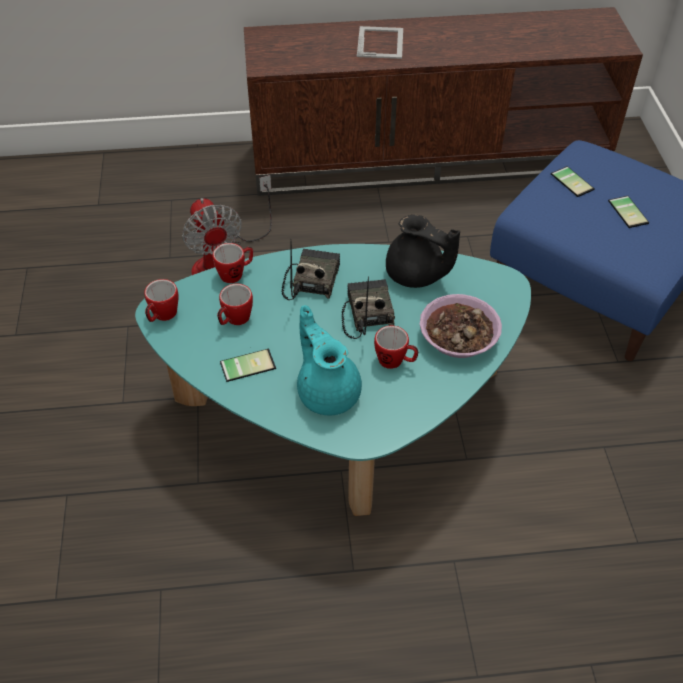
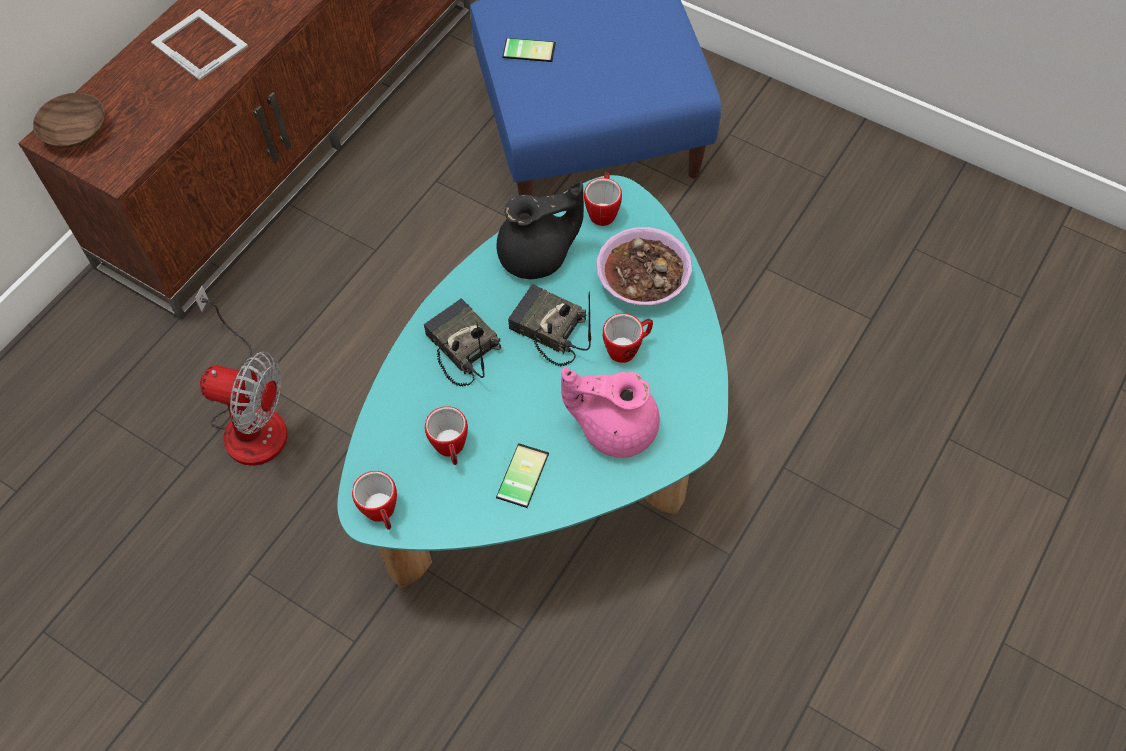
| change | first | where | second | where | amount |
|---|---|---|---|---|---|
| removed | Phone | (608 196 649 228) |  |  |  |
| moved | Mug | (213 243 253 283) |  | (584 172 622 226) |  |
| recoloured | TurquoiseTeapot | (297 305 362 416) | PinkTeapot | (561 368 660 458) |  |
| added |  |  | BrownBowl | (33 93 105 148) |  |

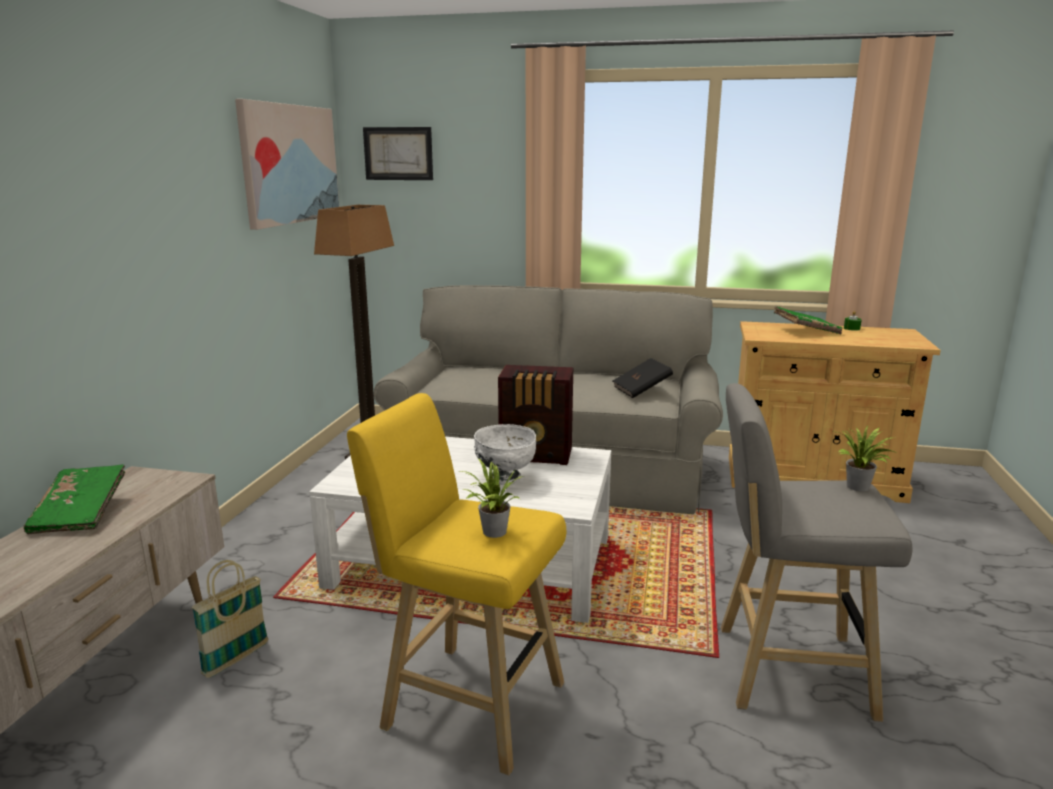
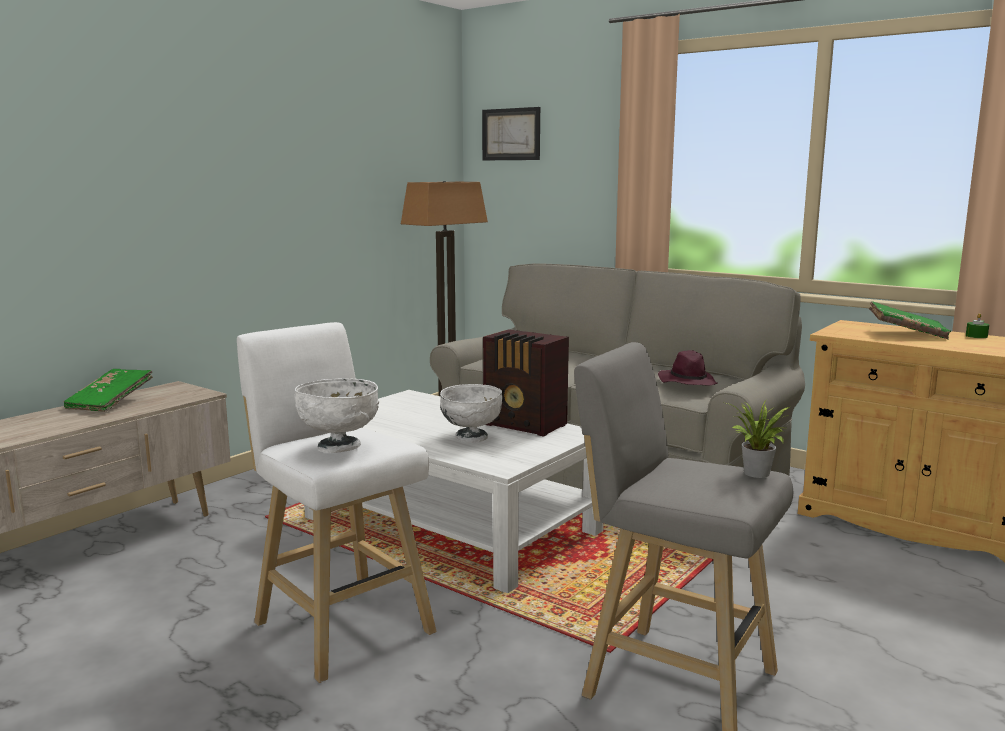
| change | first | where | second | where | amount |
|---|---|---|---|---|---|
| removed | Picture | (235 99 339 230) |  |  |  |
| replaced | BlackBook | (613 358 673 398) | PurpleHat | (658 350 718 385) |  |
| recoloured | YellowStool | (347 393 566 775) | WhiteStool | (237 322 436 683) |  |
| replaced | PottedPlant | (461 458 524 538) | WhiteBowl | (294 378 379 453) |  |
| removed | Basket | (191 560 268 678) |  |  |  |

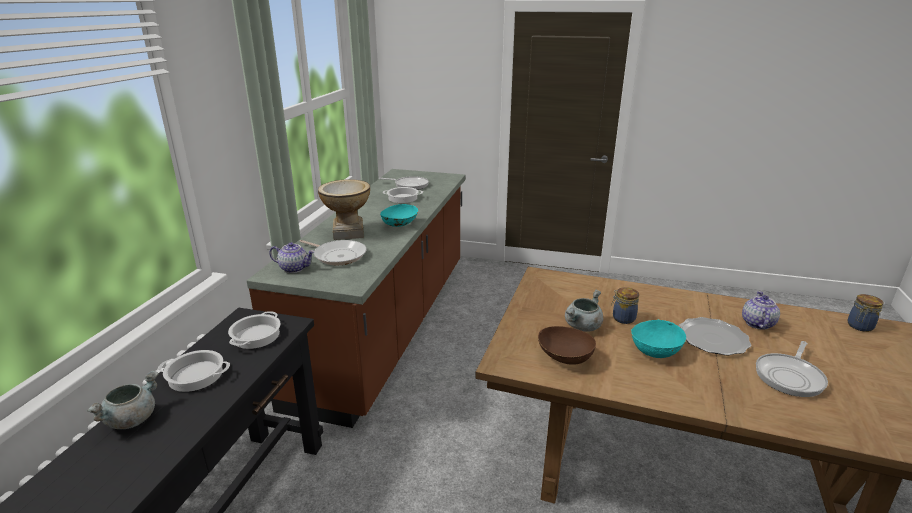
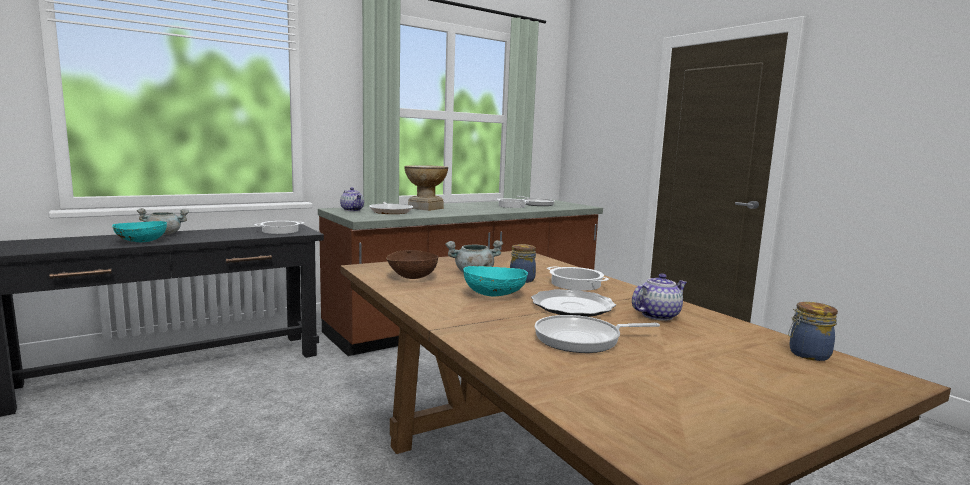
| change | first | where | second | where | amount |
|---|---|---|---|---|---|
| moved | TurquoiseBowl | (380 204 418 227) |  | (112 221 167 242) |  |
| moved | CookingPot | (158 350 230 392) |  | (547 266 609 291) |  |

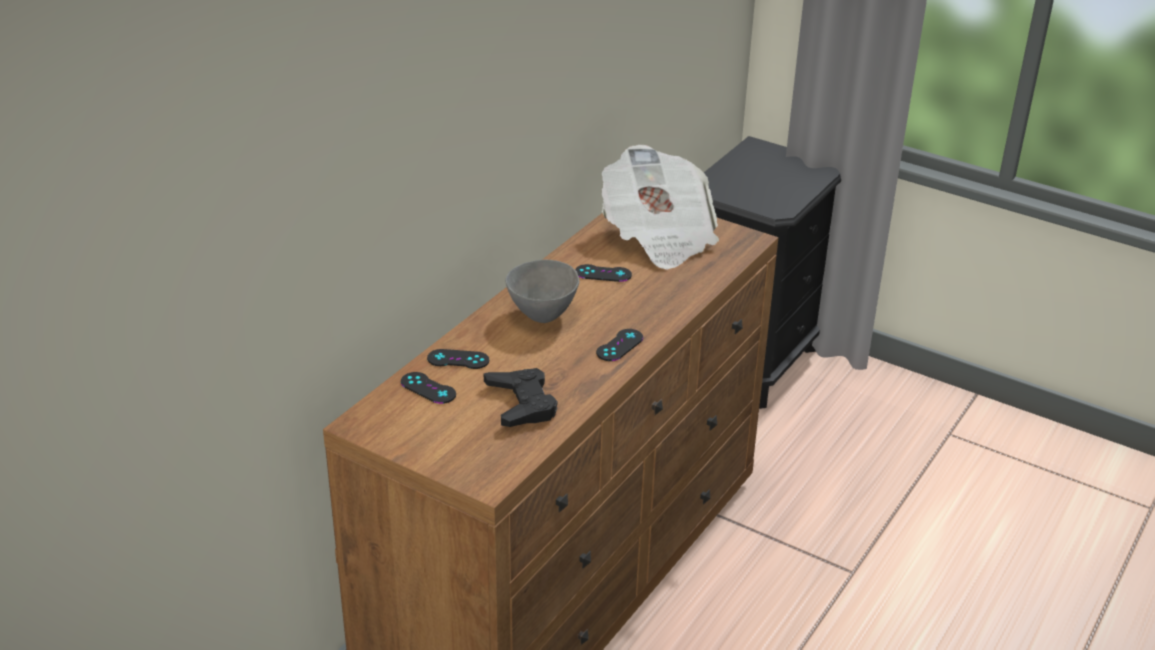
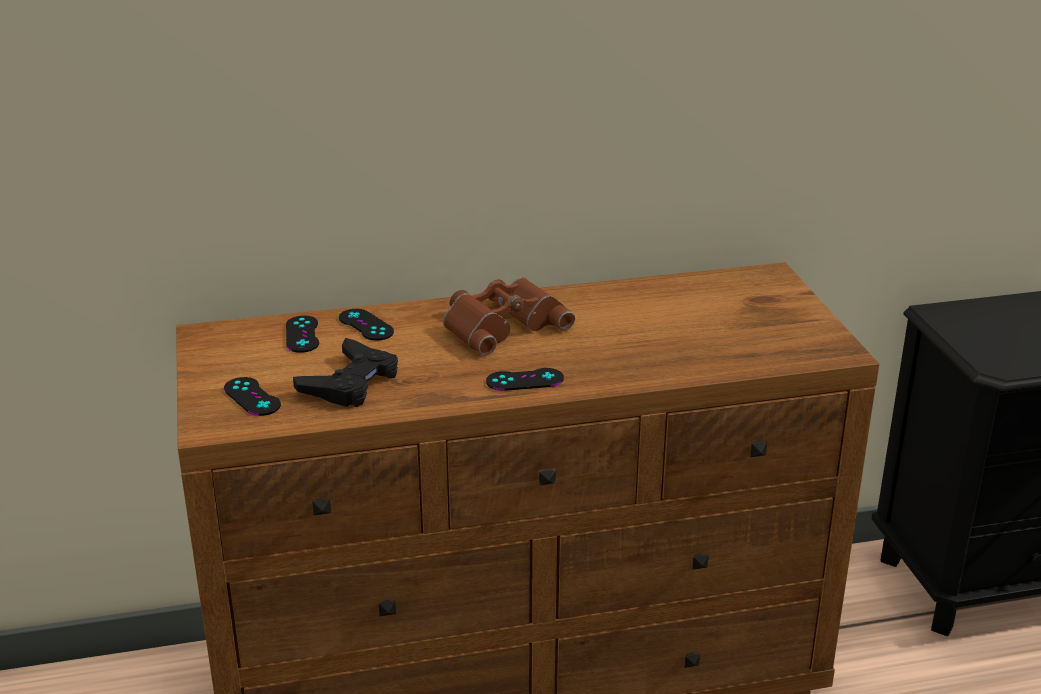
| change | first | where | second | where | amount |
|---|---|---|---|---|---|
| removed | Newspaper | (602 145 719 270) |  |  |  |
| replaced | GreyBowl | (505 260 579 323) | BrownBinoculars | (443 277 575 355) |  |
| moved | BlackGameController | (575 264 632 282) |  | (224 377 281 416) |  |

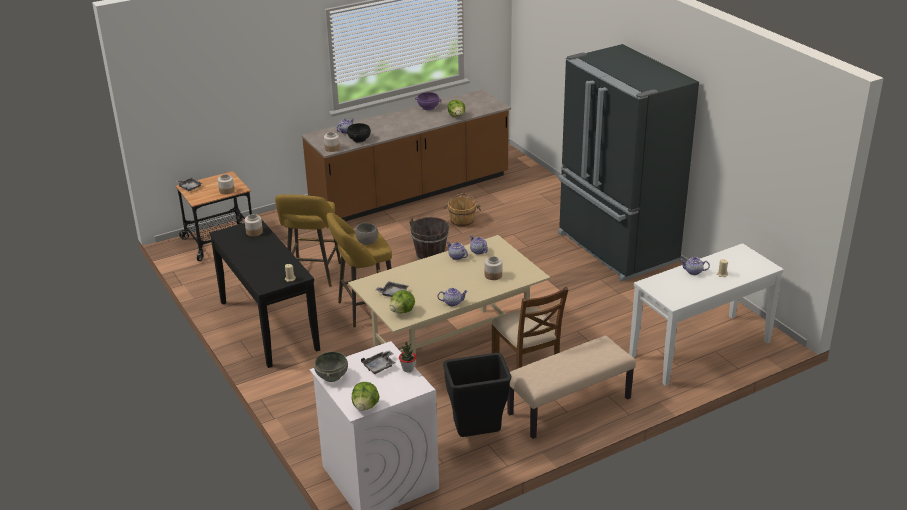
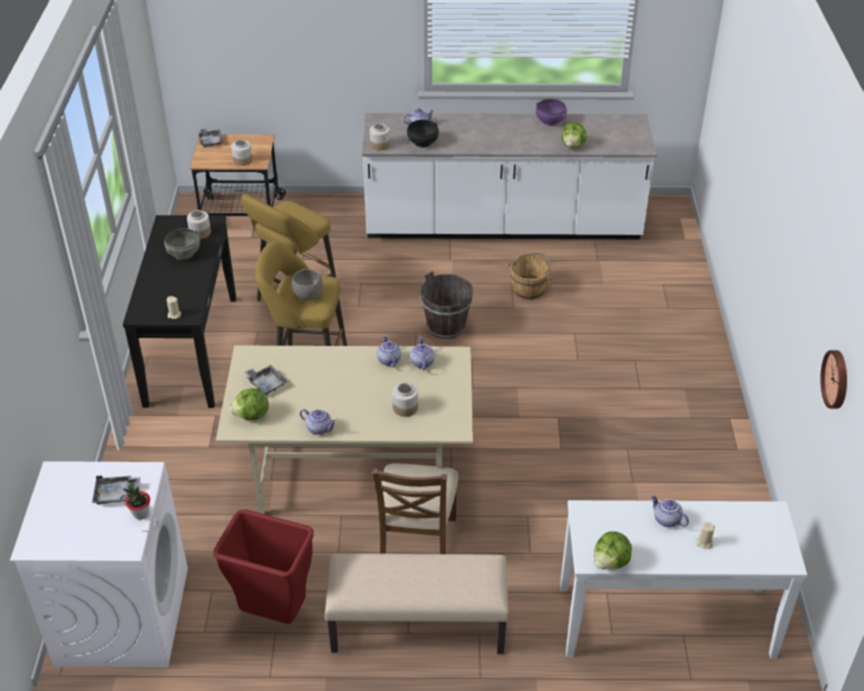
| change | first | where | second | where | amount |
|---|---|---|---|---|---|
| removed | BlackFridge | (558 44 699 281) |  |  |  |
| recoloured | BrownCounter | (301 90 511 222) | WhiteCounter | (362 113 657 239) |  |
| moved | GreyBowl | (314 352 348 382) |  | (164 228 200 260) |  |
| recoloured | BlackTrashCan | (443 353 511 437) | RedTrashCan | (213 509 314 624) |  |
| moved | Lettuce | (352 382 379 411) |  | (594 531 632 570) |  |
| added |  |  | WallClock | (821 350 847 409) |  |

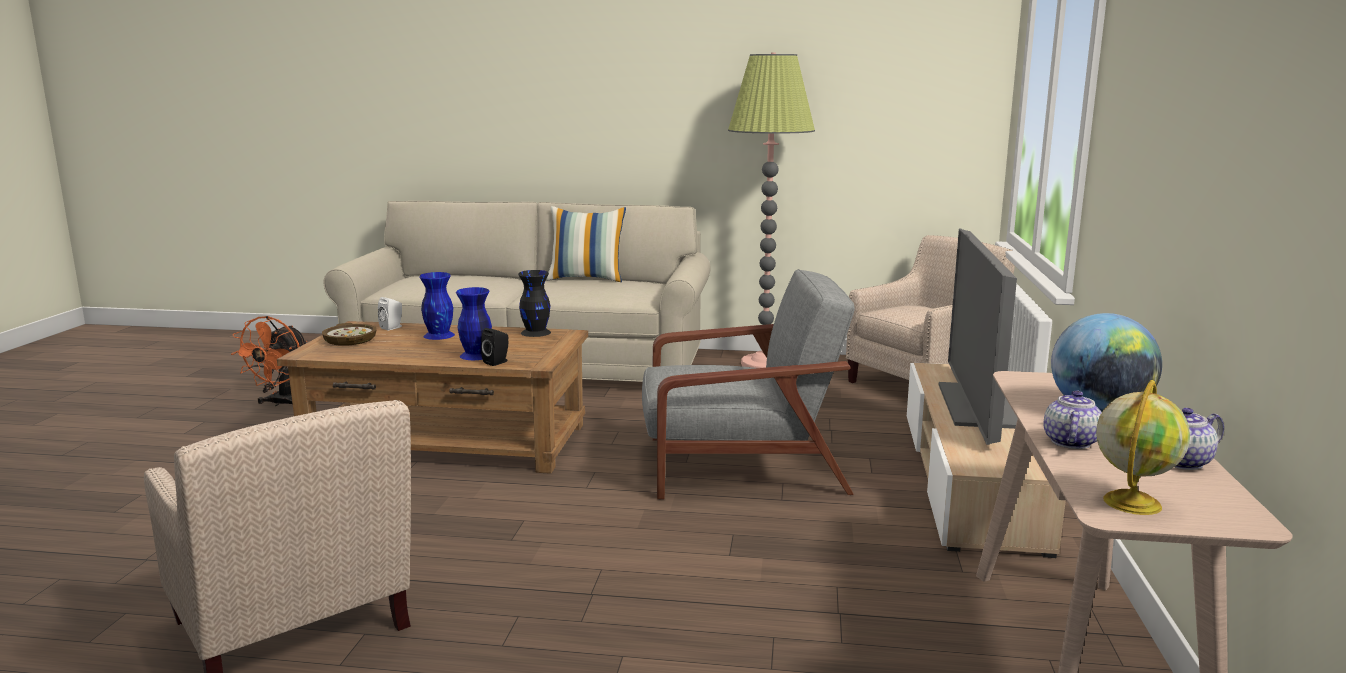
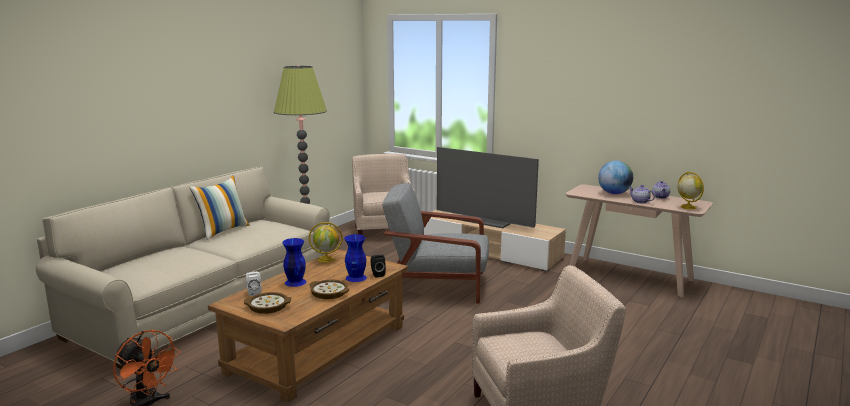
| change | first | where | second | where | amount |
|---|---|---|---|---|---|
| turned | GreyArmchair | (642 269 855 500) |  | (382 183 489 304) | 105 degrees counterclockwise |
| replaced | BlackVase | (518 270 551 337) | Globe | (309 222 343 263) |  |
| added |  |  | Bowl | (309 280 349 299) |  |

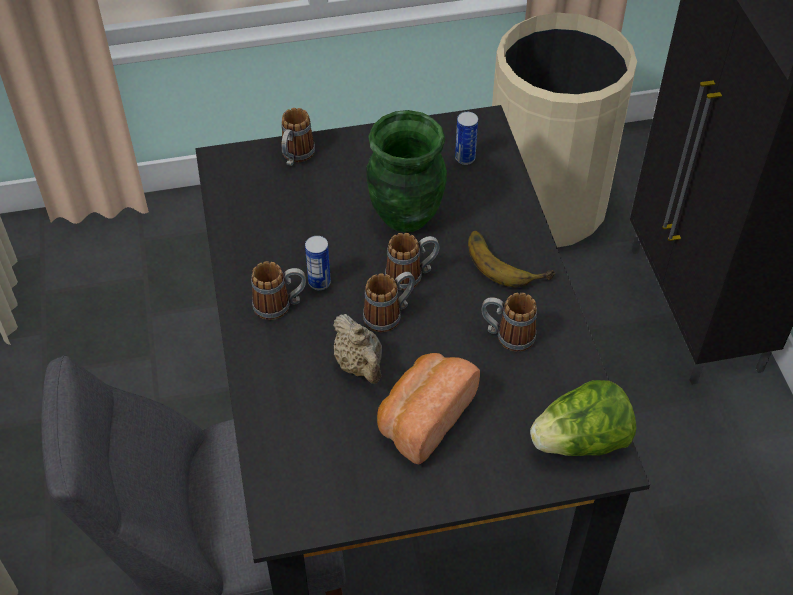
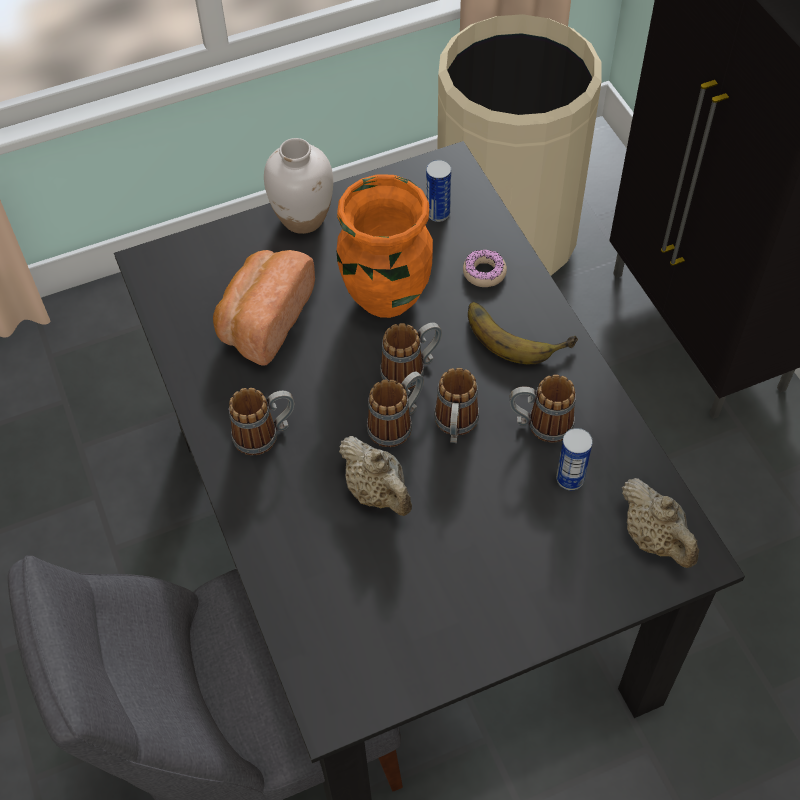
| change | first | where | second | where | amount |
|---|---|---|---|---|---|
| moved | Mug | (281 108 315 166) |  | (434 368 479 443) |  |
| recoloured | GreenVase | (366 110 447 233) | OrangeVase | (337 174 433 318) |  |
| moved | Can | (305 236 331 290) |  | (556 428 593 490) |  |
| moved | Bread | (377 353 480 465) |  | (213 250 315 366) |  |
| replaced | Lettuce | (530 380 636 456) | BeigeTeapot | (622 478 699 568) |  |
| added |  |  | WhiteVase | (264 138 333 234) |  |
| added |  |  | Donut | (463 250 507 287) |  |

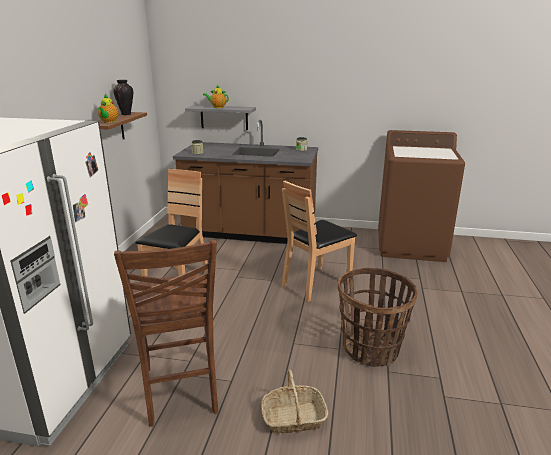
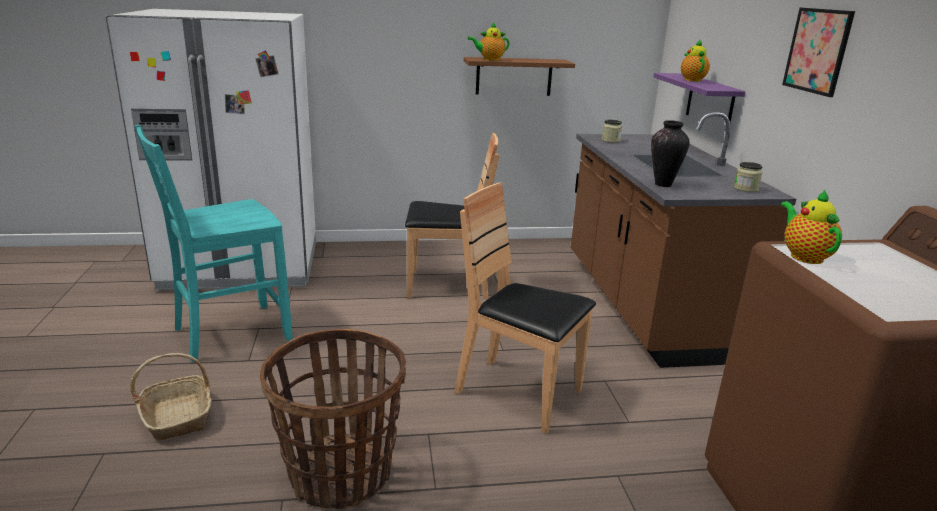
| change | first | where | second | where | amount |
|---|---|---|---|---|---|
| moved | Vase | (113 80 133 115) |  | (651 120 690 187) |  |
| recoloured | GreyShelf | (185 105 256 130) | PurpleShelf | (654 73 746 132) |  |
| recoloured | BrownChair | (114 240 218 427) | TurquoiseChair | (135 125 293 362) |  |
| added |  |  | Picture | (782 8 855 97) |  |
| added |  |  | Teapot | (781 189 842 264) |  |

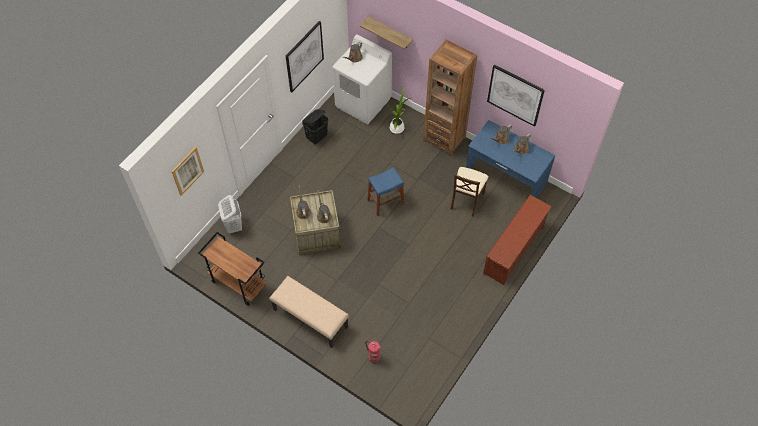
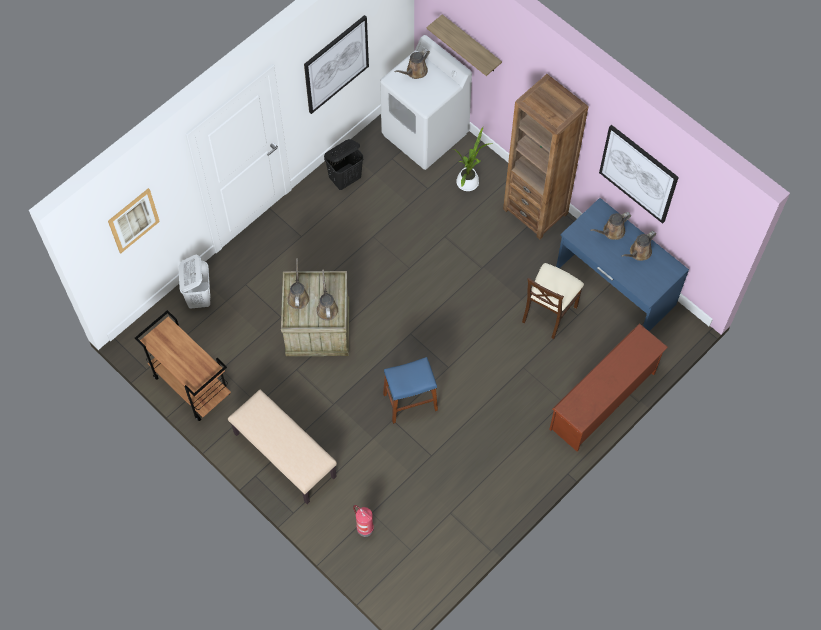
| change | first | where | second | where | amount |
|---|---|---|---|---|---|
| moved | BlueStool | (367 167 404 216) |  | (383 357 438 424) |  |

